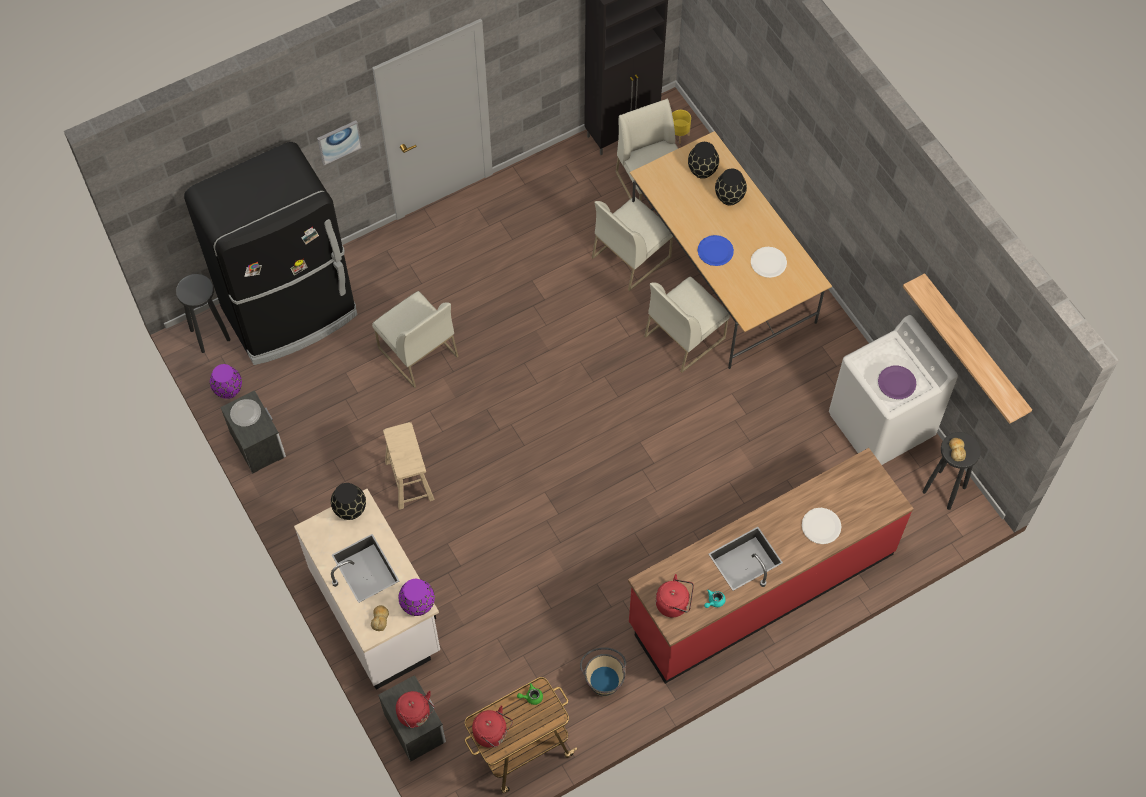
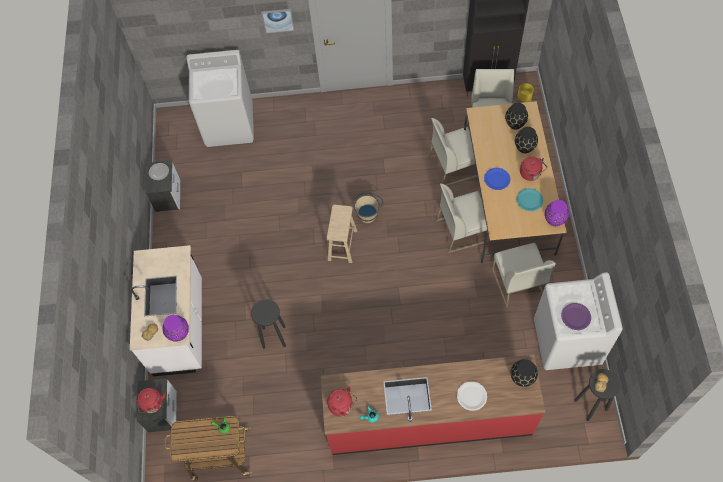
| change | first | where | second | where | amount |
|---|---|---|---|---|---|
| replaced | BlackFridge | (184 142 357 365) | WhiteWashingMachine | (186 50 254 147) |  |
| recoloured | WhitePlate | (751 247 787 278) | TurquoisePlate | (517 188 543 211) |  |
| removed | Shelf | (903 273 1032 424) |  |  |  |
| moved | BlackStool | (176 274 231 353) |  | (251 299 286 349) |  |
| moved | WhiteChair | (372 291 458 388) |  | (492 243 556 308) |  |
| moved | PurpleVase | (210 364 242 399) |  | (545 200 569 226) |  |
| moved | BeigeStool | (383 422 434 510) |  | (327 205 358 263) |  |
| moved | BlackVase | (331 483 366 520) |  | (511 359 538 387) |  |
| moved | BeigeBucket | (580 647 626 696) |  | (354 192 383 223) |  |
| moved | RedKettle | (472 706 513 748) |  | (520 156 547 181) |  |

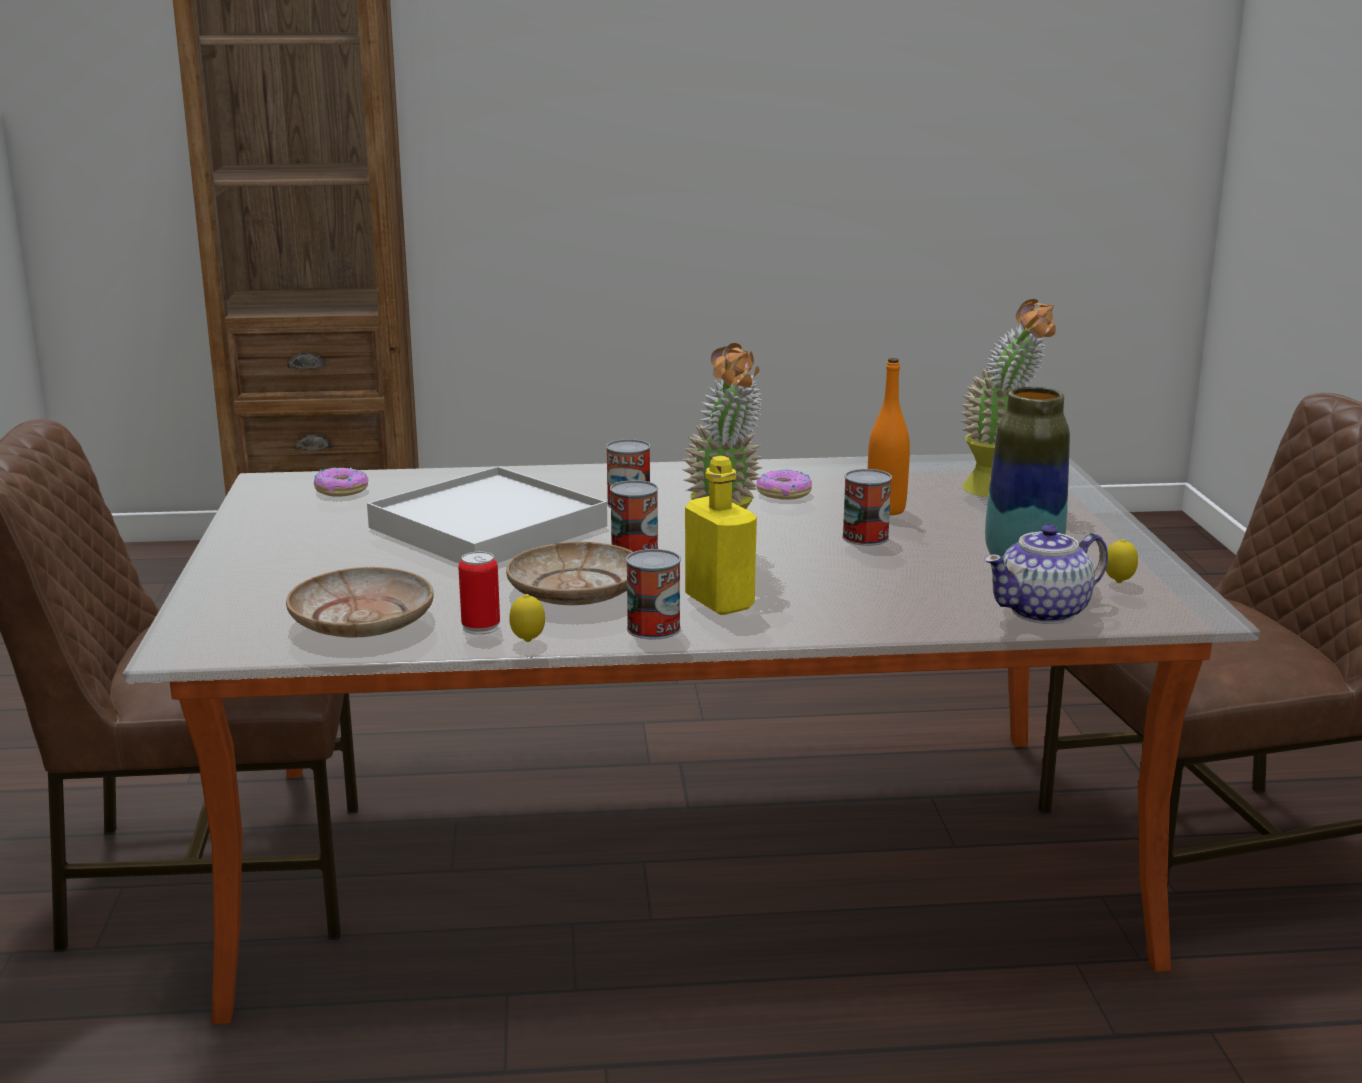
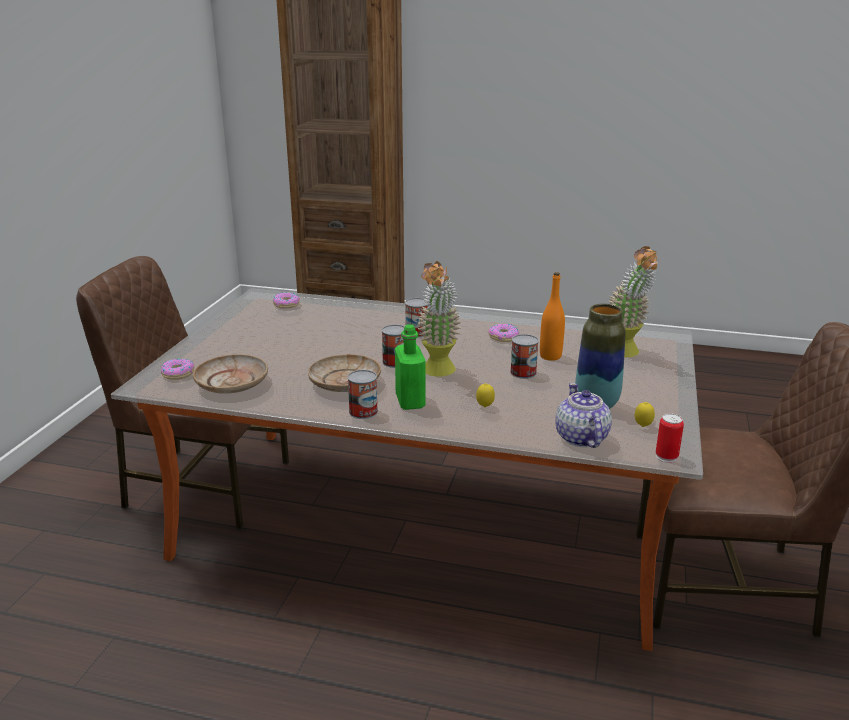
| change | first | where | second | where | amount |
|---|---|---|---|---|---|
| recoloured | YellowBottle | (685 456 757 615) | GreenBottle | (395 324 426 410) |  |
| removed | WhiteTray | (367 466 607 563) |  |  |  |
| turned | Teapot | (984 525 1108 624) |  | (555 383 612 448) | 90 degrees clockwise |
| moved | Can | (458 552 500 635) |  | (656 414 684 463) |  |
| moved | Lemon | (509 594 545 642) |  | (476 383 495 407) |  |
| added |  |  | Donut | (161 358 195 380) |  |

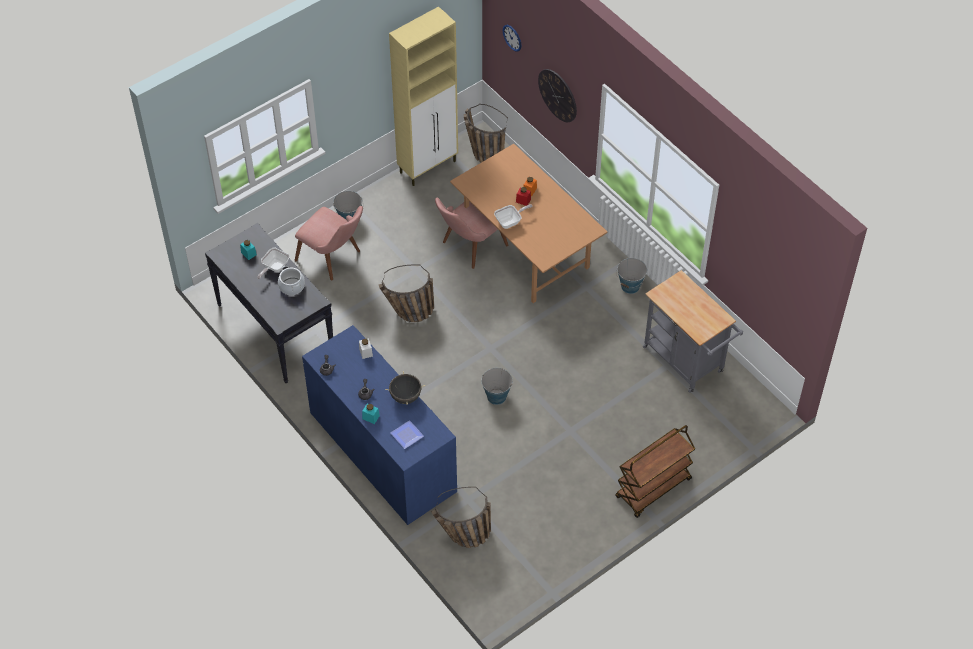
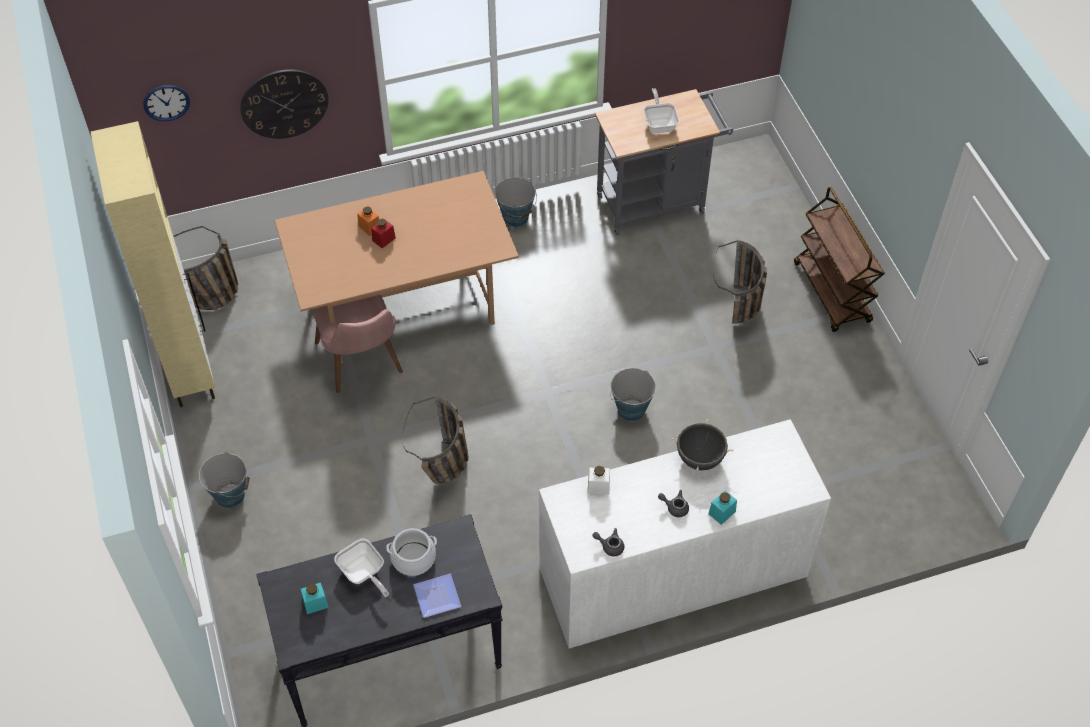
| change | first | where | second | where | amount |
|---|---|---|---|---|---|
| moved | FryingPan | (494 204 533 229) |  | (644 88 679 133) |  |
| removed | PinkChair | (295 206 363 281) |  |  |  |
| recoloured | BlueDresser | (302 325 457 525) | WhiteDresser | (539 419 831 649) |  |
| moved | Plate | (391 420 424 449) |  | (413 574 461 618) |  |
| moved | Basket | (431 487 491 548) |  | (713 240 767 324) |  |

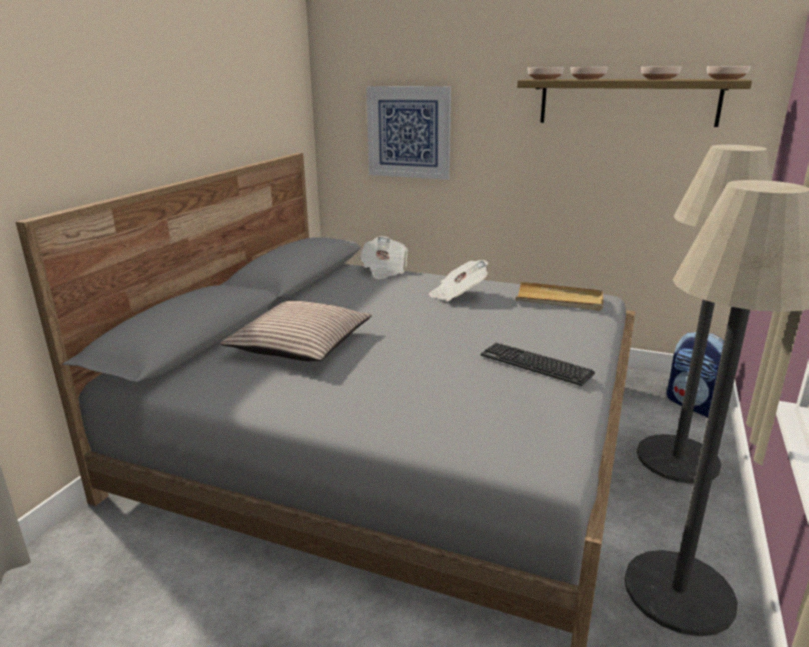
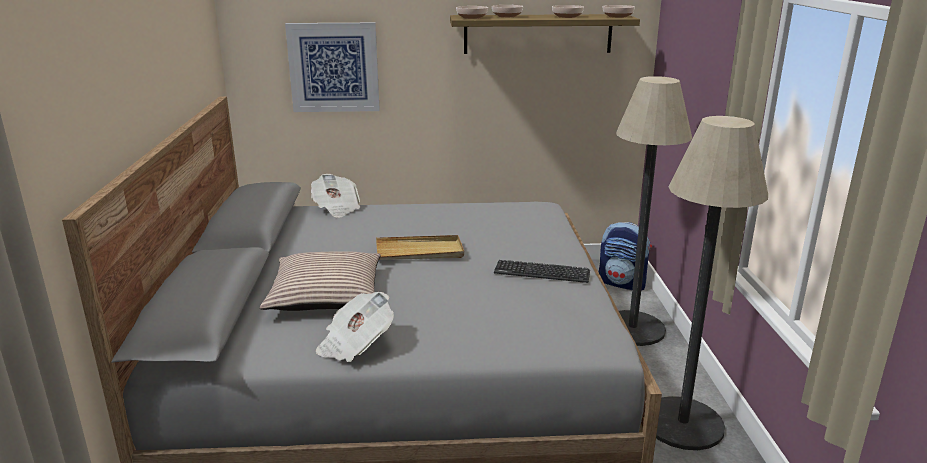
| change | first | where | second | where | amount |
|---|---|---|---|---|---|
| moved | Newspaper | (429 260 489 301) |  | (316 292 394 362) |  |
| moved | BeigeTray | (516 282 603 311) |  | (376 235 464 260) |  |

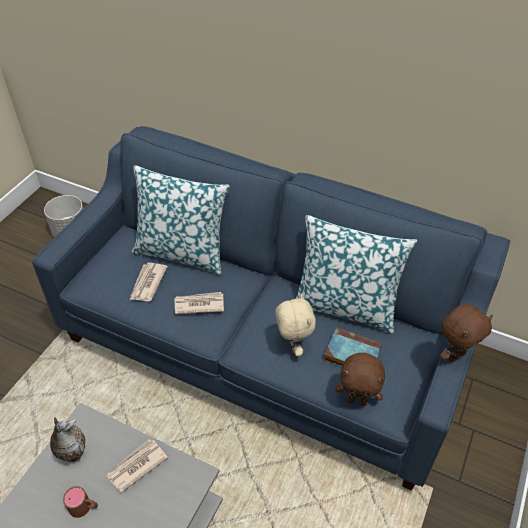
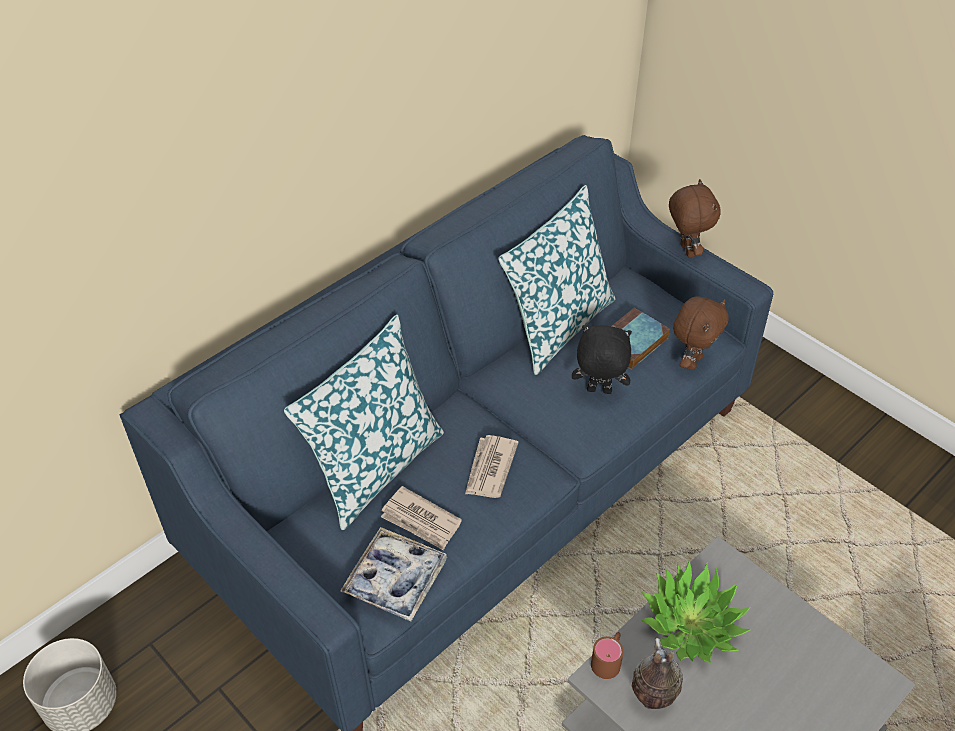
| change | first | where | second | where | amount |
|---|---|---|---|---|---|
| recoloured | BeigePlushToy | (275 294 316 356) | BlackPlushToy | (572 325 632 394) |  |
| replaced | Newspaper | (106 439 168 493) | PottedPlant | (641 561 751 663) |  |
| moved | BrownMug | (63 486 98 518) |  | (591 632 624 679) |  |
| added |  |  | Tray | (340 527 447 622) |  |

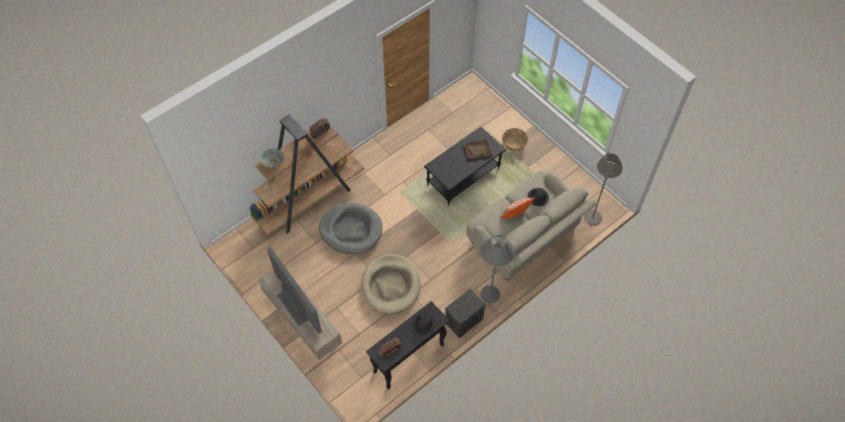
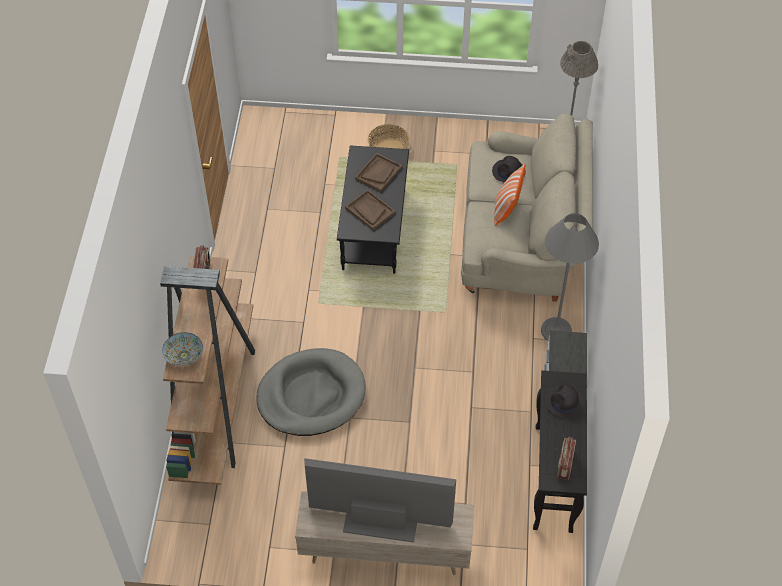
| change | first | where | second | where | amount |
|---|---|---|---|---|---|
| removed | BeigeDogBed | (361 254 421 314) |  |  |  |
| added |  |  | BrownTray | (345 189 395 230) |  |

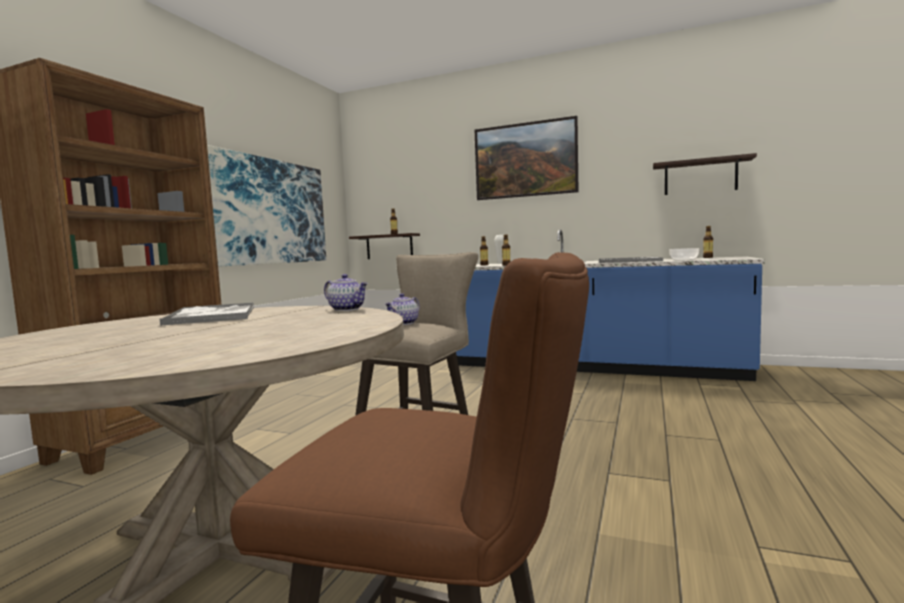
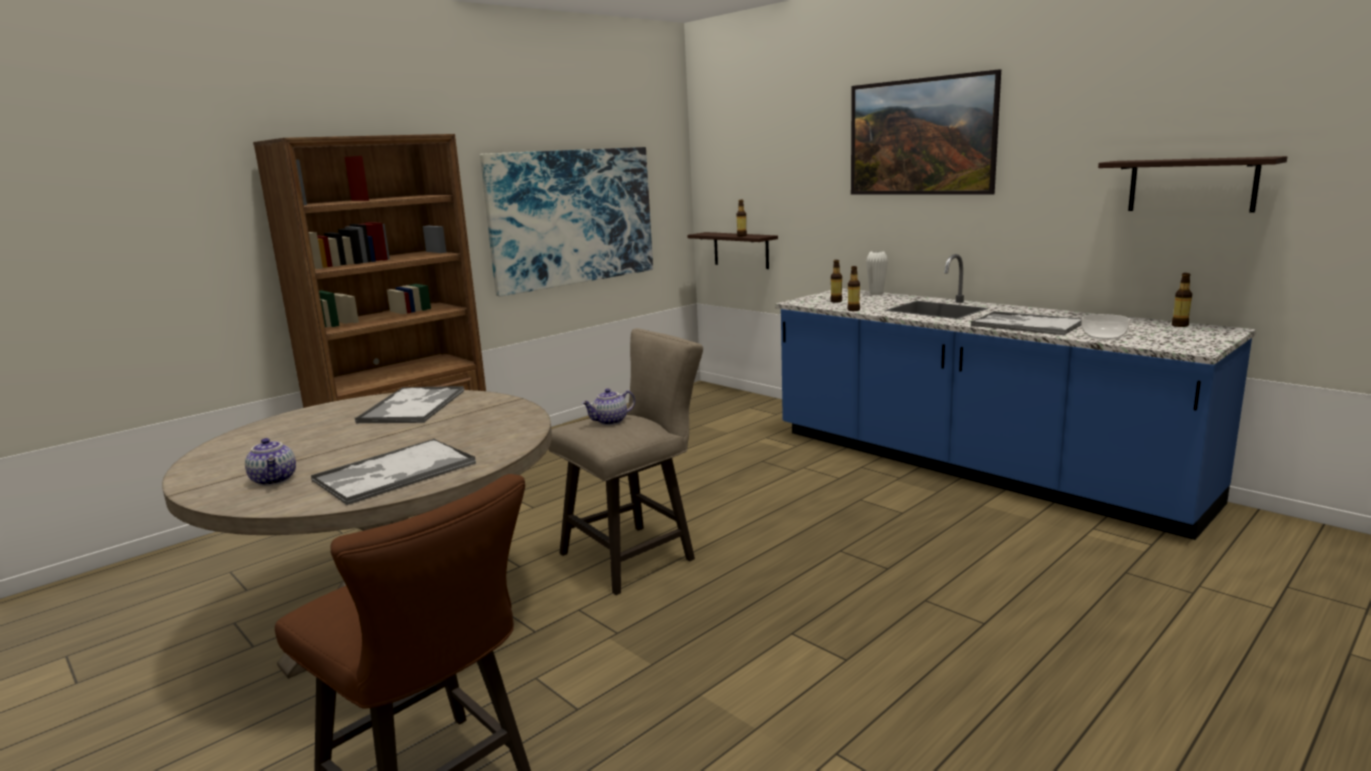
| change | first | where | second | where | amount |
|---|---|---|---|---|---|
| moved | Teapot | (324 274 368 311) |  | (245 438 296 486) |  |
| added |  |  | Tray | (311 439 476 506) |  |

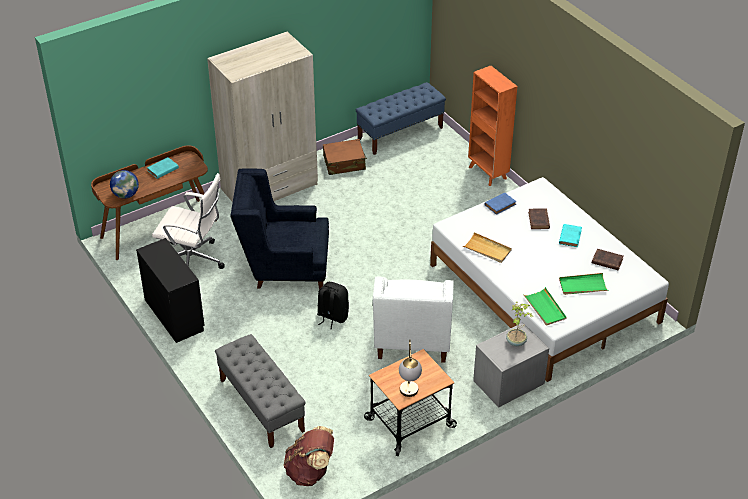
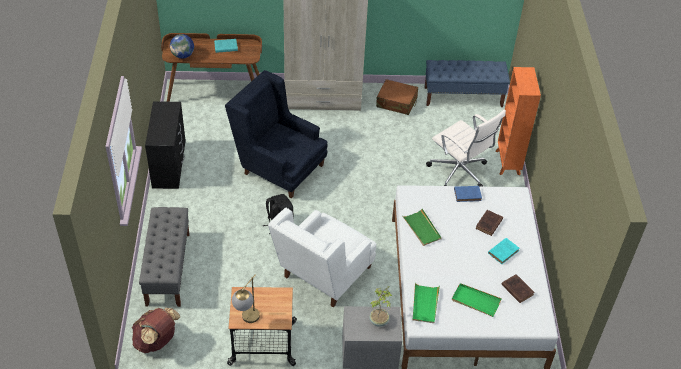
| change | first | where | second | where | amount |
|---|---|---|---|---|---|
| moved | WhiteOfficeChair | (152 173 225 269) |  | (426 110 506 187) |  |
| recoloured | BeigeTray | (463 232 512 263) | GreenTray | (403 209 442 246) |  |

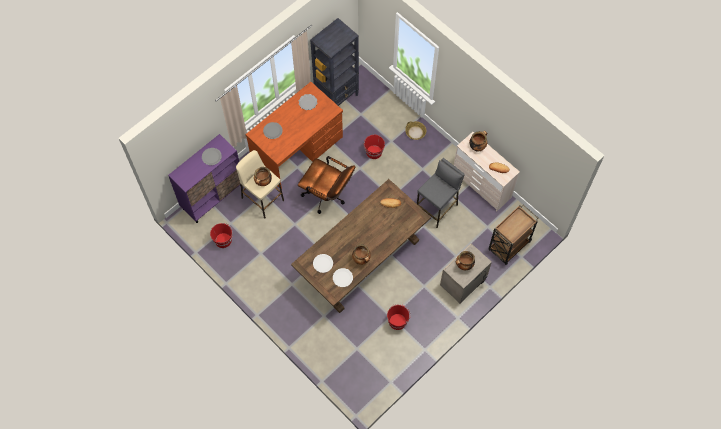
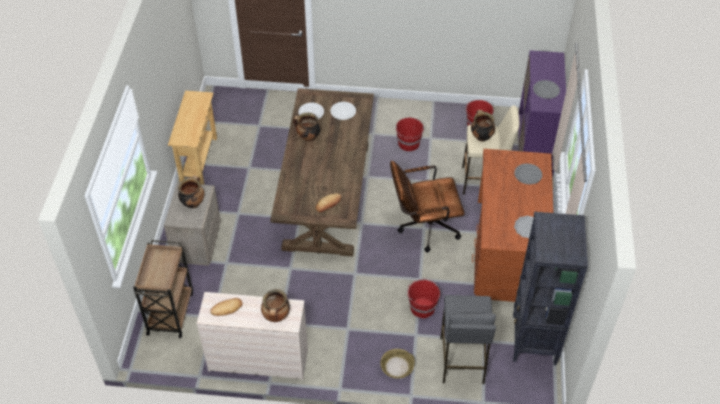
| change | first | where | second | where | amount |
|---|---|---|---|---|---|
| moved | GreyStool | (417 158 465 228) |  | (440 295 496 384) |  |
| moved | RedBucket | (387 304 411 330) |  | (396 118 424 151) |  |
| added |  |  | BeigeConsoleTable | (168 91 217 185) |  |

